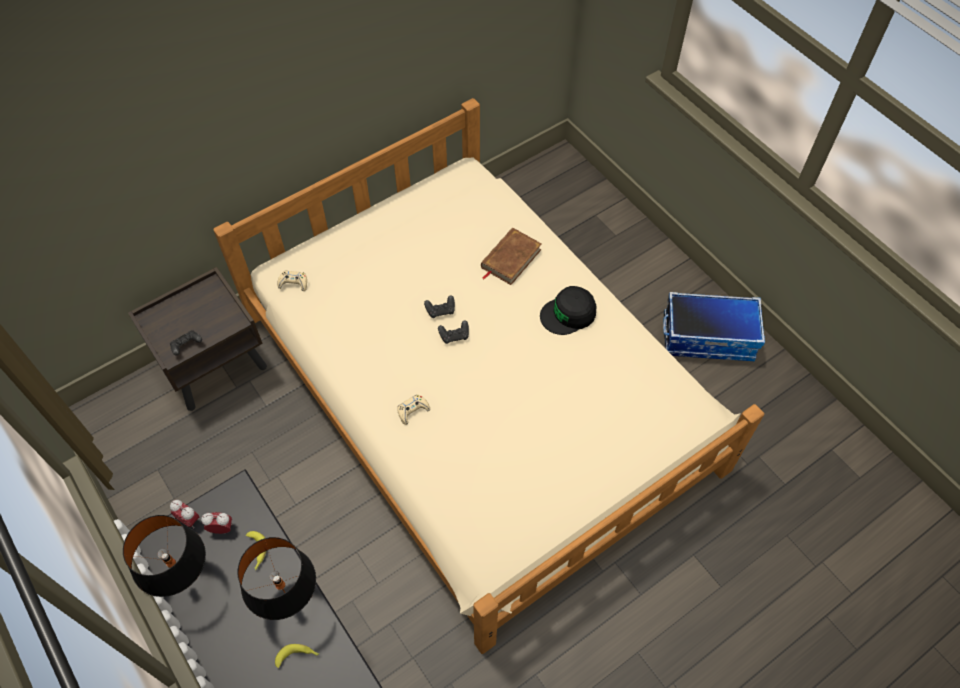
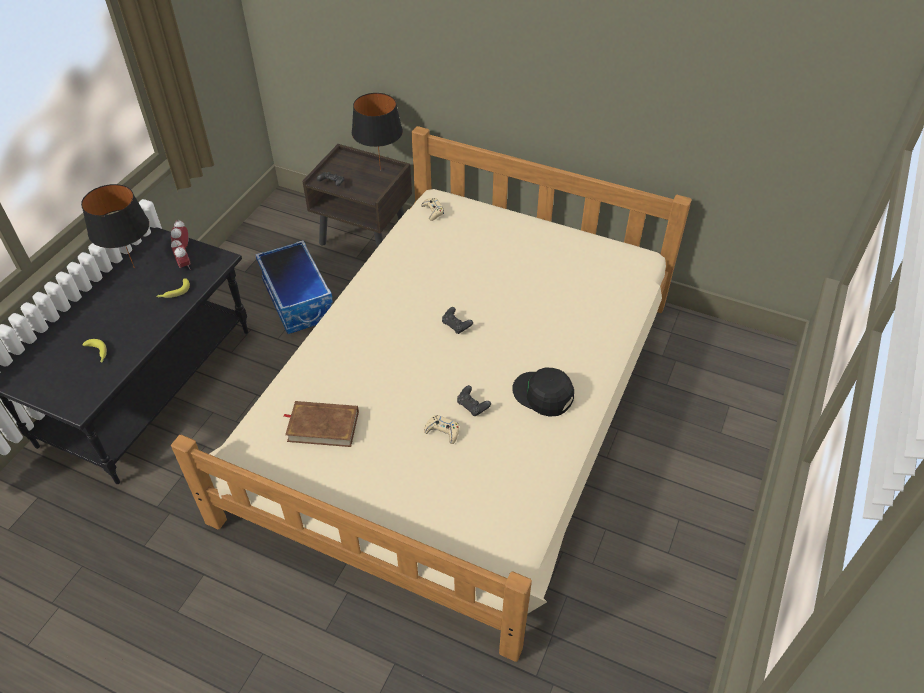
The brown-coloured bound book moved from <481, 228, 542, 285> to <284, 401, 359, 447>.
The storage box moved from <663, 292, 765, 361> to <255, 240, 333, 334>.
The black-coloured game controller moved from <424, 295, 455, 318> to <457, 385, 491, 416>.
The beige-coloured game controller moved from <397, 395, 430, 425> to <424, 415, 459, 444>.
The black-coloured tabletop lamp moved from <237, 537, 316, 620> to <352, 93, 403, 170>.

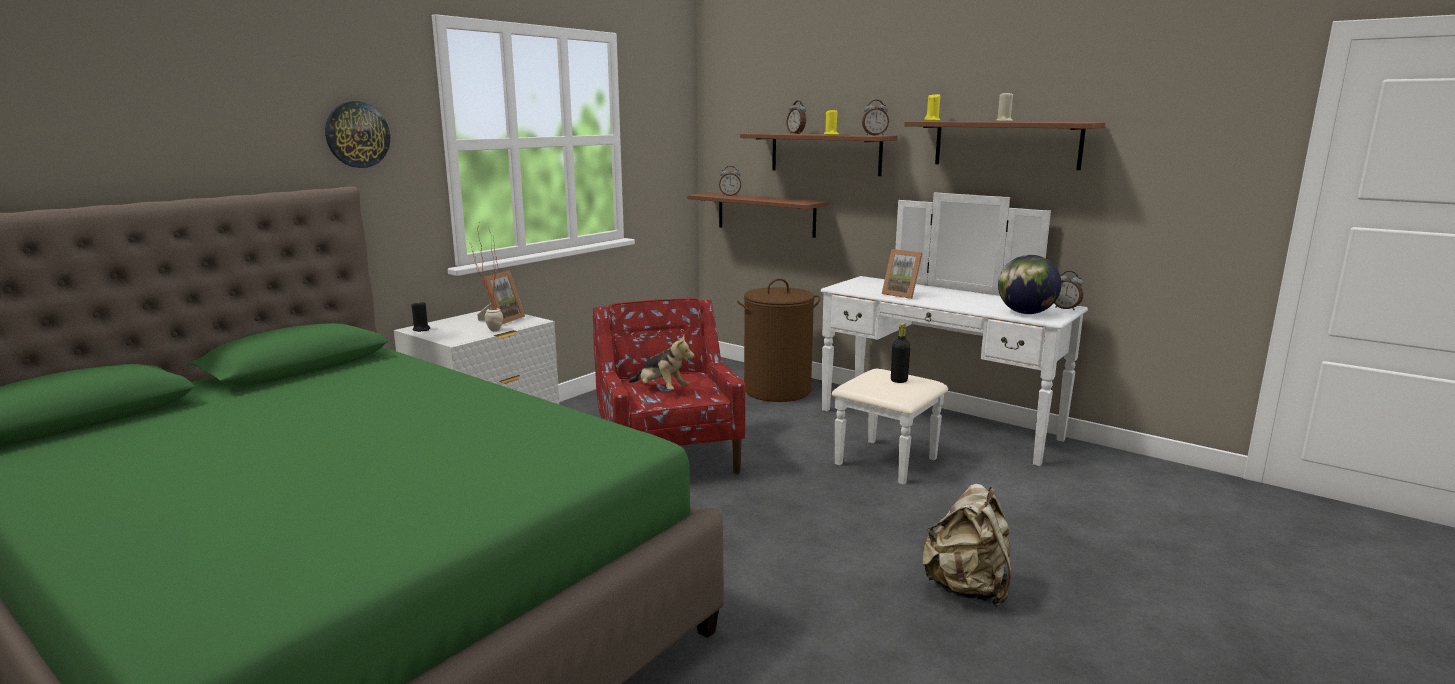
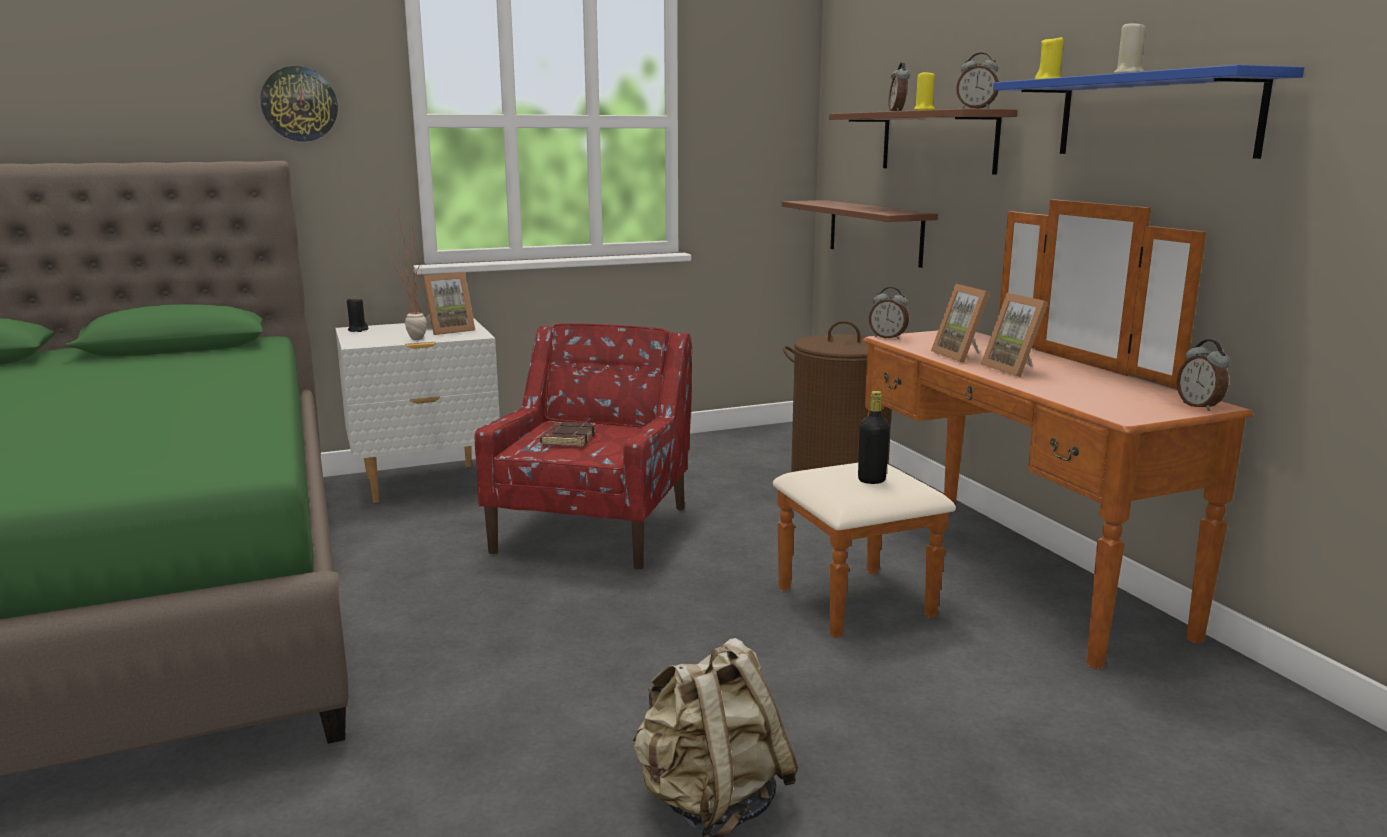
The brown-coloured shelf at <904, 121, 1105, 170> became the blue shelf at <993, 65, 1304, 159>.
The table clock moved from <719, 166, 741, 196> to <869, 287, 909, 340>.
The whitish chest of drawers at <821, 192, 1088, 485> became the brown-coloured chest of drawers at <773, 199, 1253, 669>.
The globe at <998, 255, 1061, 314> disappeared.
The soft toy at <629, 335, 695, 390> was replaced by the brown-coloured bound book at <540, 422, 596, 447>.
The photo frame at <981, 293, 1048, 377> appeared.

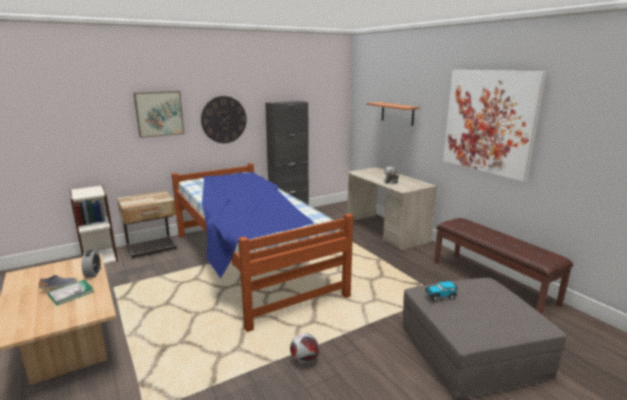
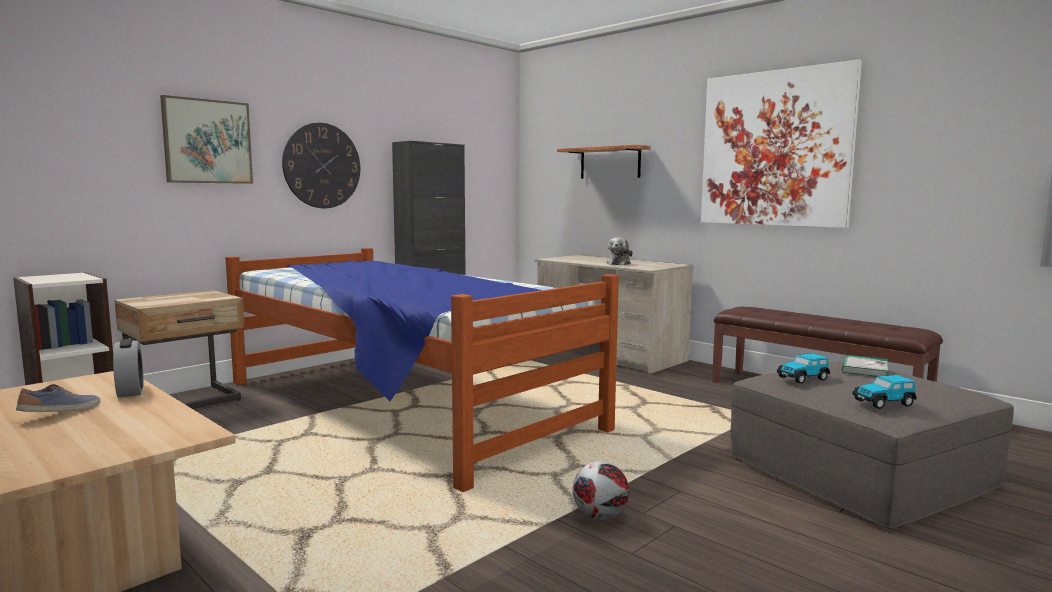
The bound book moved from <48, 280, 94, 306> to <842, 355, 888, 377>.
The miniature car at <852, 375, 917, 409> appeared.

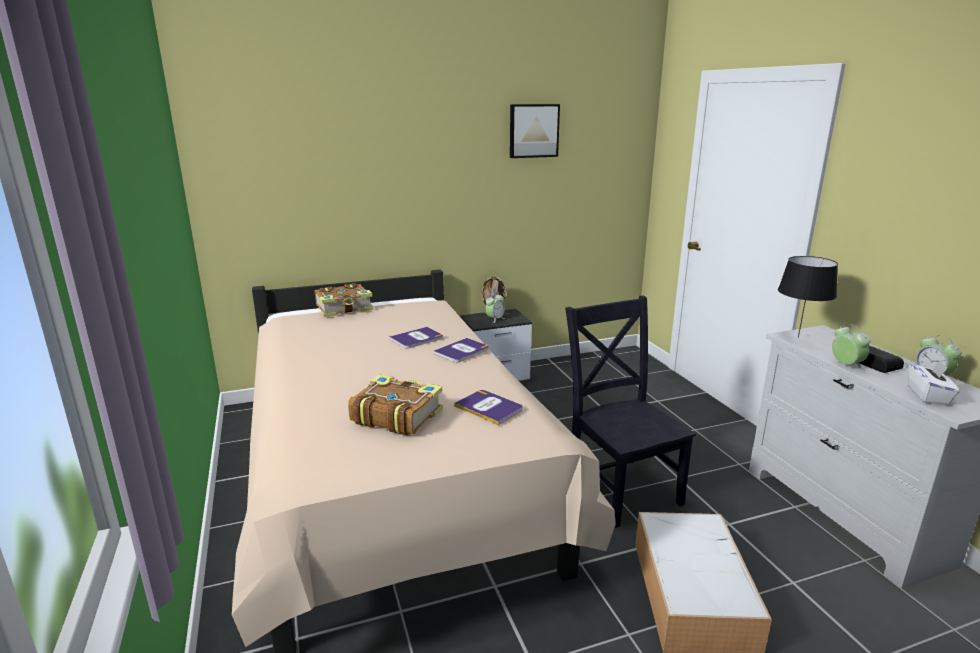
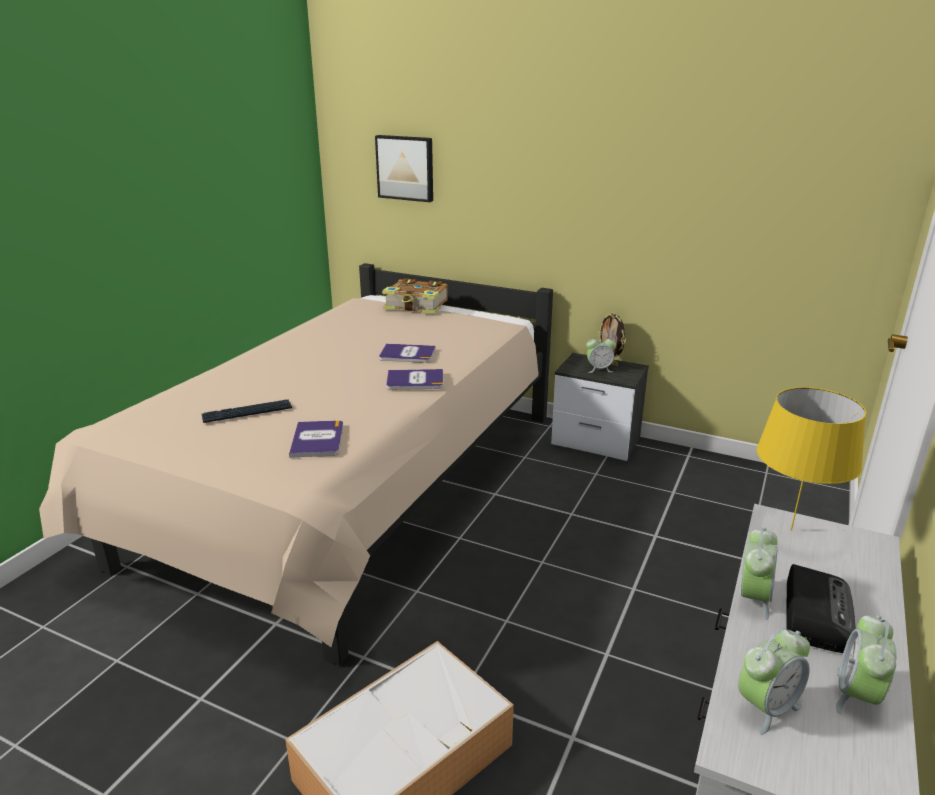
The picture moved from <510, 104, 560, 158> to <375, 135, 433, 202>.
The black-coloured tabletop lamp at <778, 256, 838, 338> became the yellow-coloured tabletop lamp at <756, 387, 866, 531>.
The black-coloured plain chair at <565, 296, 696, 528> disappeared.
The whitish tissue box at <908, 360, 960, 405> was replaced by the table clock at <738, 628, 810, 735>.
The bound book at <348, 374, 443, 435> was replaced by the computer keyboard at <202, 400, 292, 423>.

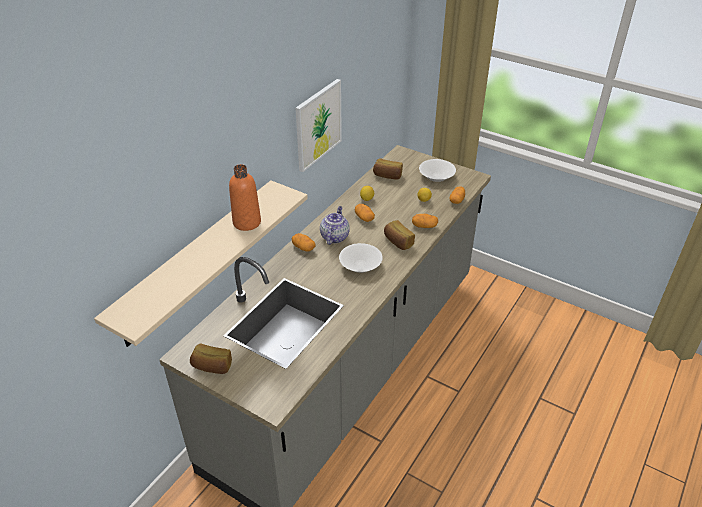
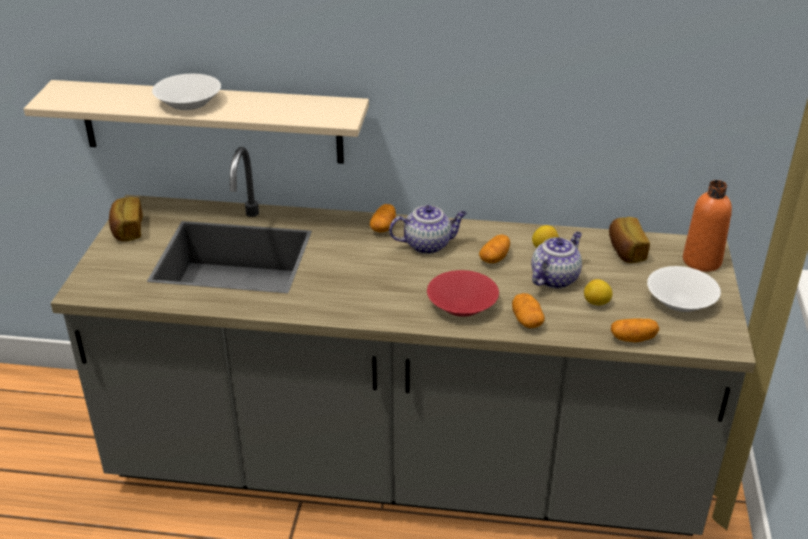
The picture at <296, 79, 342, 172> disappeared.
The orangey bottle moved from <229, 164, 261, 231> to <683, 180, 732, 272>.
The baked bread at <384, 220, 415, 250> was replaced by the reddish deep dish at <427, 270, 499, 317>.
The whitish deep dish moved from <339, 243, 383, 273> to <152, 74, 221, 110>.
The pot for tea at <531, 232, 582, 289> appeared.

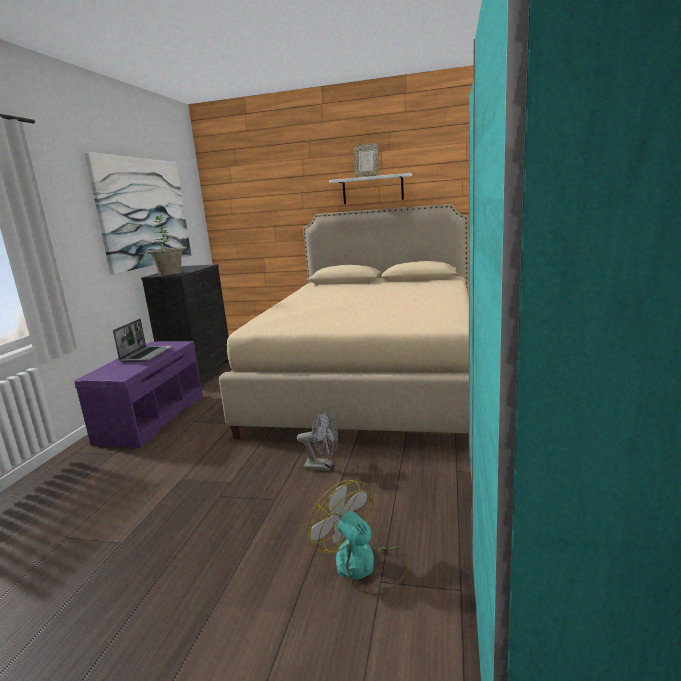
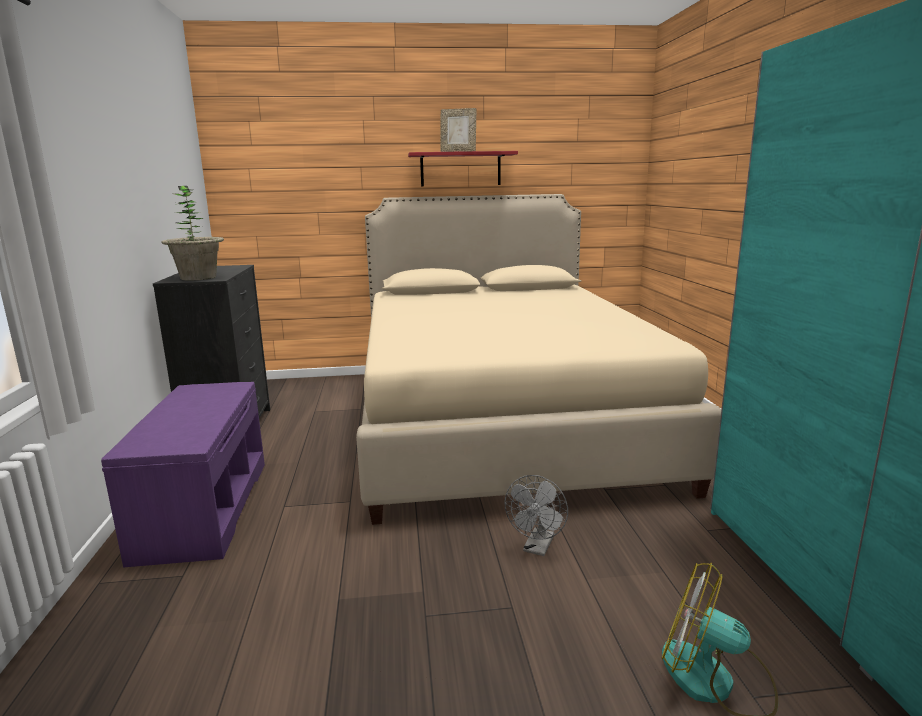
The picture at <84, 152, 192, 275> disappeared.
The whitish shelf at <329, 173, 412, 204> became the reddish shelf at <408, 151, 518, 187>.
The portable computer at <113, 319, 172, 362> disappeared.
The grey cooling fan at <297, 412, 338, 471> turned 120 degrees clockwise.

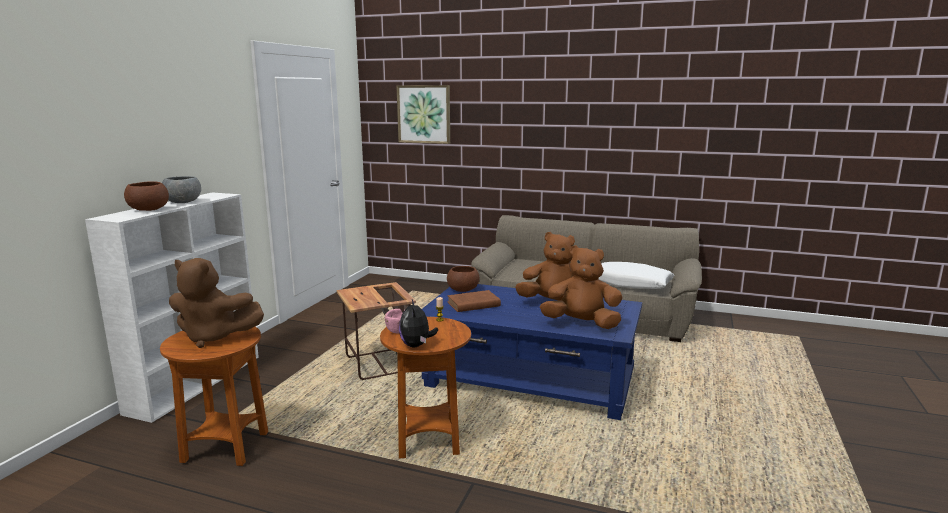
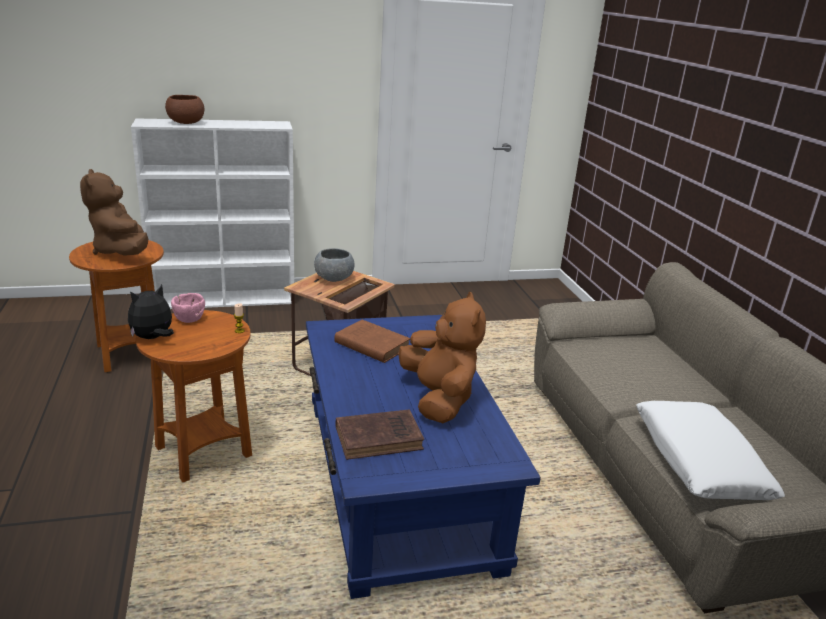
The picture at <396, 85, 450, 144> disappeared.
The grey deep dish moved from <162, 176, 201, 203> to <314, 248, 355, 282>.
The brown-coloured soft toy at <540, 245, 622, 329> was replaced by the brown-coloured bound book at <336, 409, 424, 460>.
The brown-coloured deep dish at <447, 266, 480, 292> disappeared.

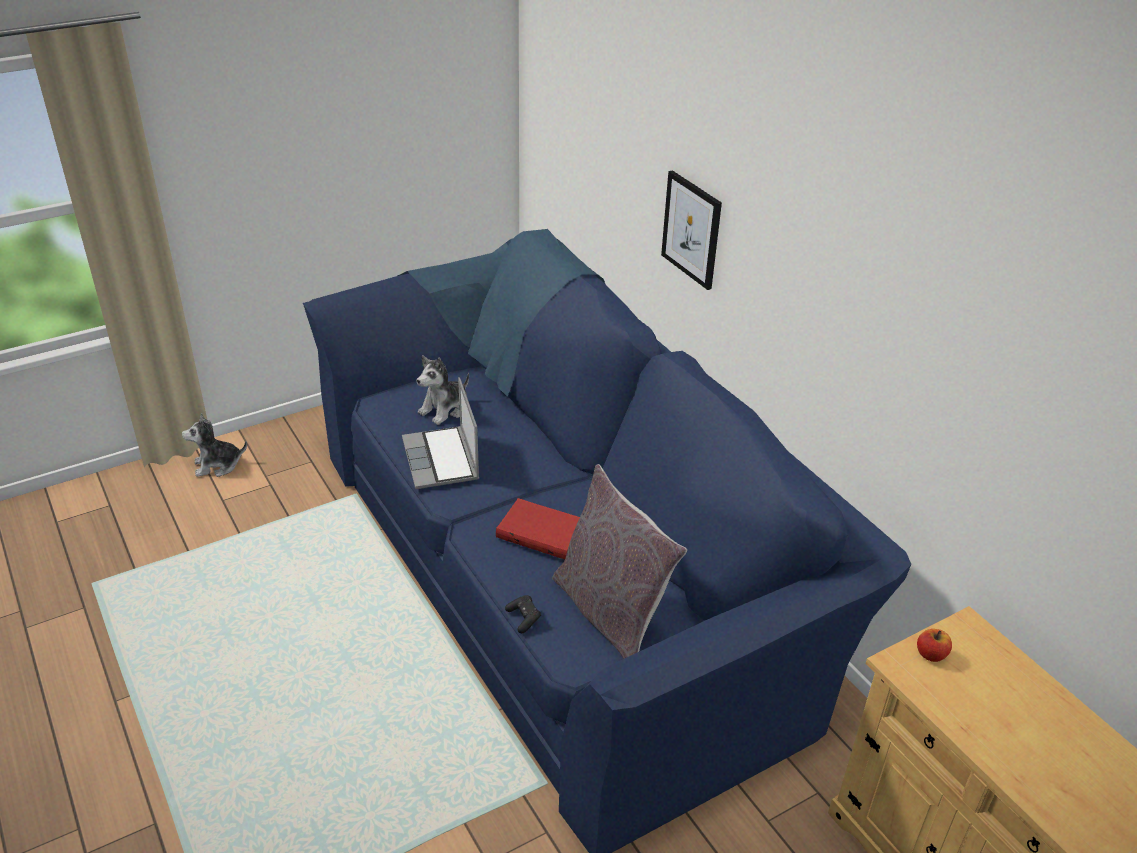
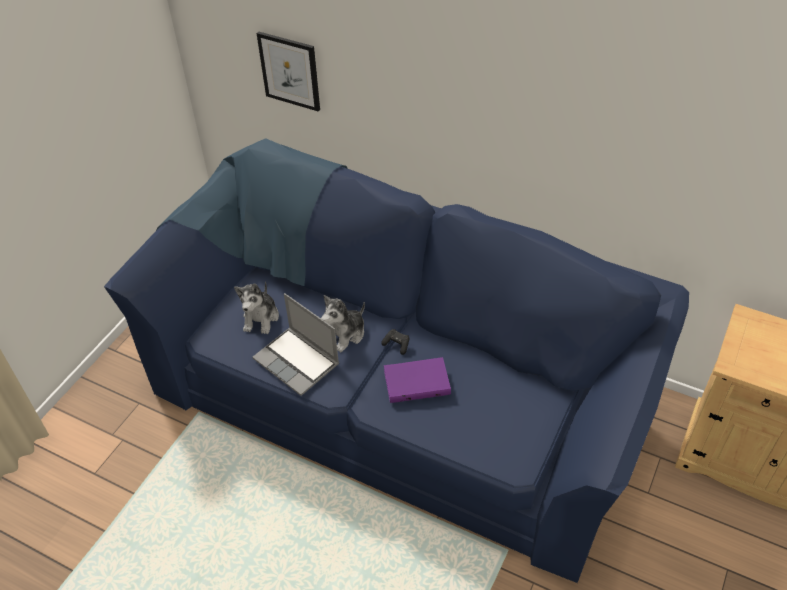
The picture moved from <661, 170, 722, 290> to <257, 31, 320, 112>.
The soft toy moved from <182, 413, 247, 477> to <321, 295, 365, 352>.
The grey cushion at <552, 464, 687, 659> disappeared.
The reddish bound book at <496, 498, 580, 559> became the purple bound book at <384, 357, 451, 403>.
The black-coloured game controller moved from <505, 595, 541, 633> to <381, 329, 410, 355>.
The apple at <917, 629, 952, 662> disappeared.

